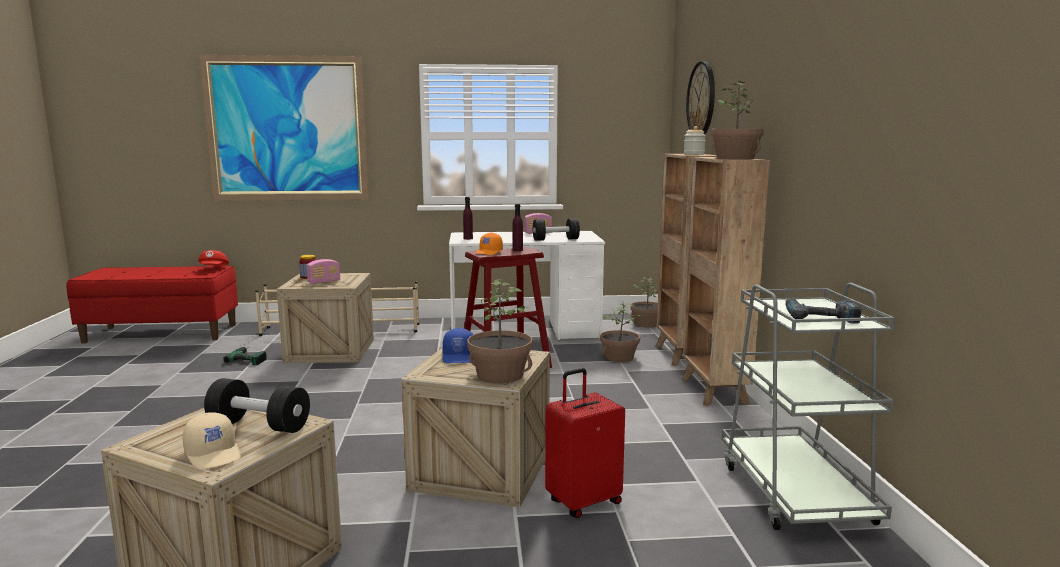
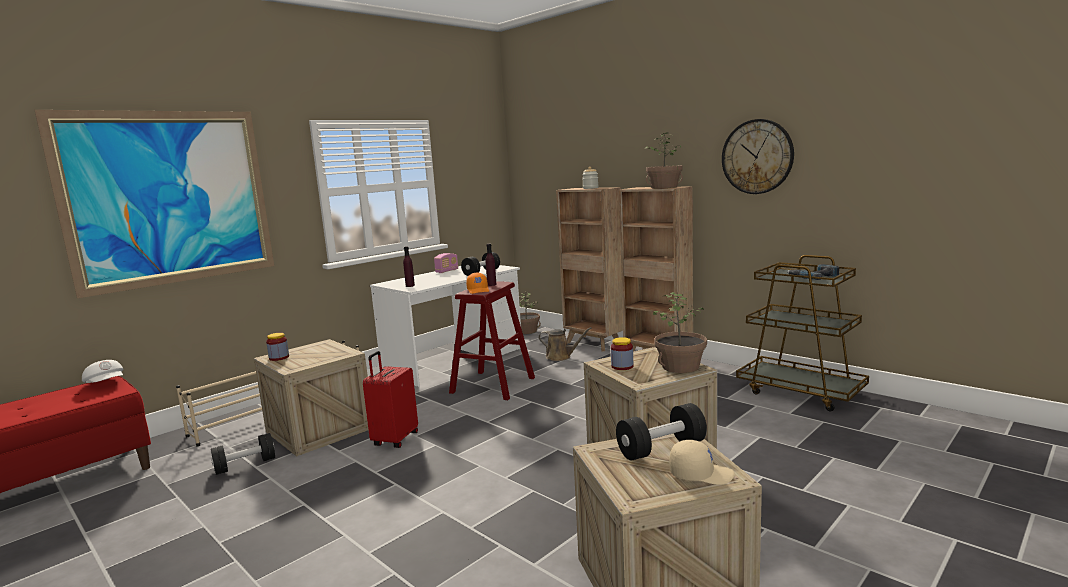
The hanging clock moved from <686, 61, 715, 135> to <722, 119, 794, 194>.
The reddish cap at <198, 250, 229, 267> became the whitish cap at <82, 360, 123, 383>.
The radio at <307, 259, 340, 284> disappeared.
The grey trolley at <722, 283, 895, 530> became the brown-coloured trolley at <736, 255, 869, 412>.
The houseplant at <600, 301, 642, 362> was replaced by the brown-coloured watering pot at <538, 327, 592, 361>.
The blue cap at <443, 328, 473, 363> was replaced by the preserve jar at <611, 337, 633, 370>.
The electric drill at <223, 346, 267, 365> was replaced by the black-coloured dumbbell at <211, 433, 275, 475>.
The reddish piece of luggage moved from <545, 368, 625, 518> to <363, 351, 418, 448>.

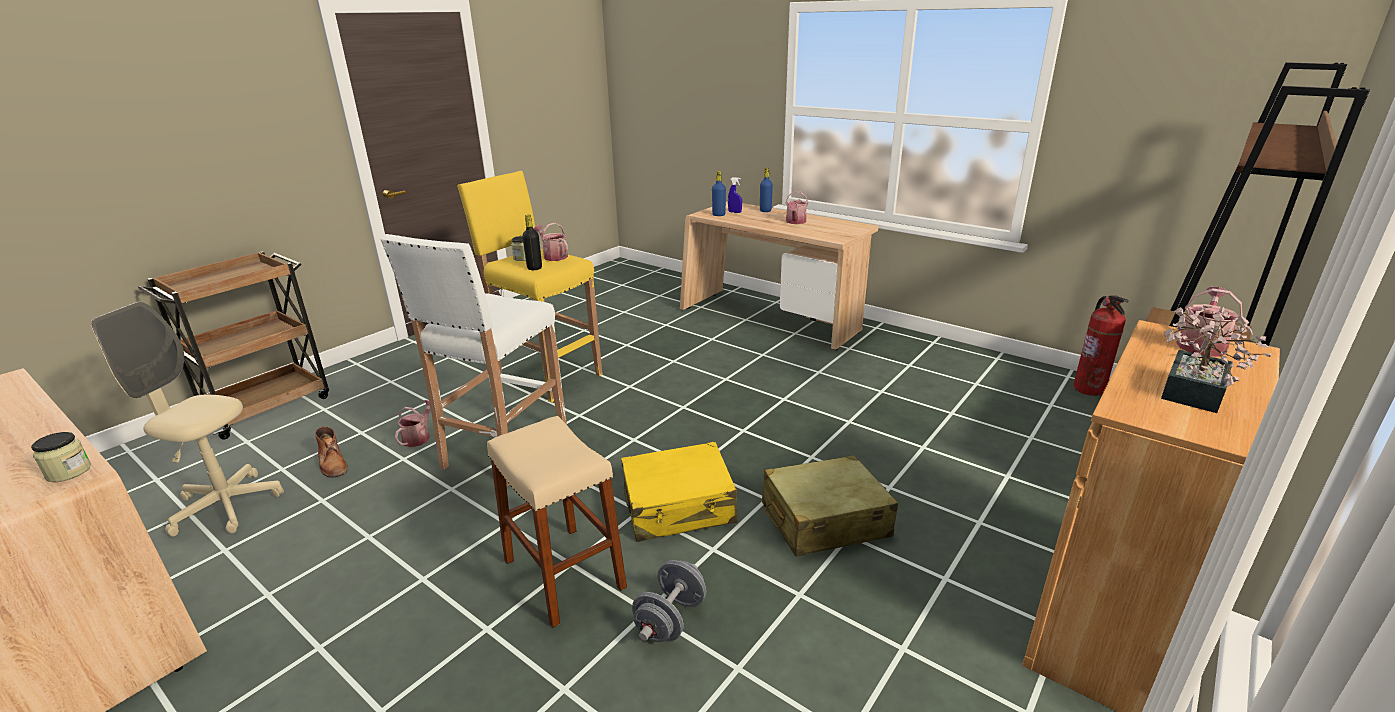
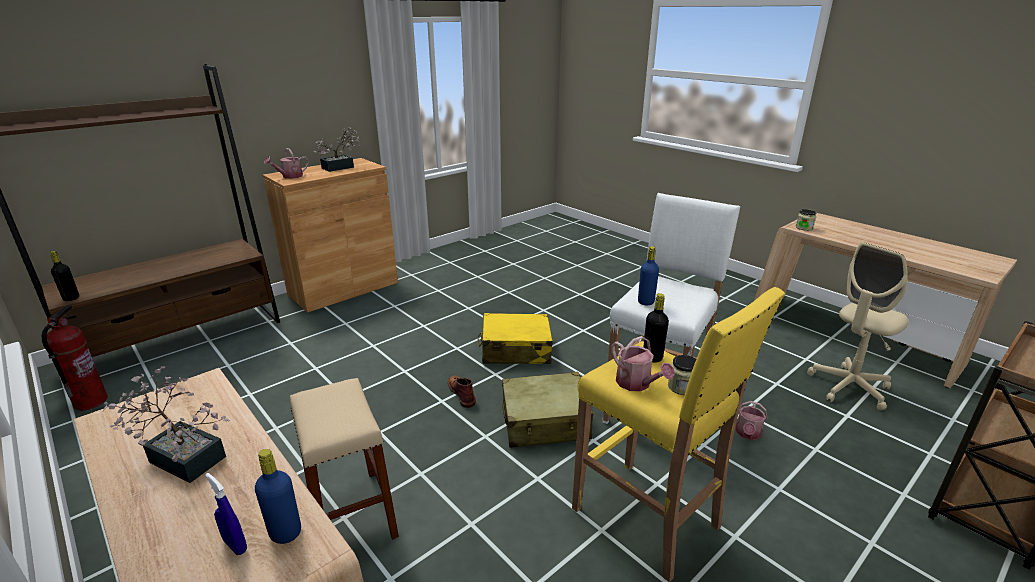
The blue bottle moved from <760, 168, 773, 212> to <638, 246, 659, 305>.
The watering pot at <785, 191, 808, 224> was replaced by the houseplant at <103, 366, 230, 483>.
The beige-coloured computer chair at <91, 302, 284, 537> turned 120 degrees clockwise.
The beige-coloured stool moved from <487, 416, 627, 628> to <290, 378, 399, 540>.
The brown-coloured boot moved from <315, 426, 348, 478> to <448, 375, 476, 408>.
The beige-coloured piece of luggage moved from <762, 455, 898, 557> to <502, 372, 594, 448>.
The grey dumbbell at <632, 560, 706, 642> disappeared.
The black-coloured bottle at <50, 251, 79, 301> appeared.

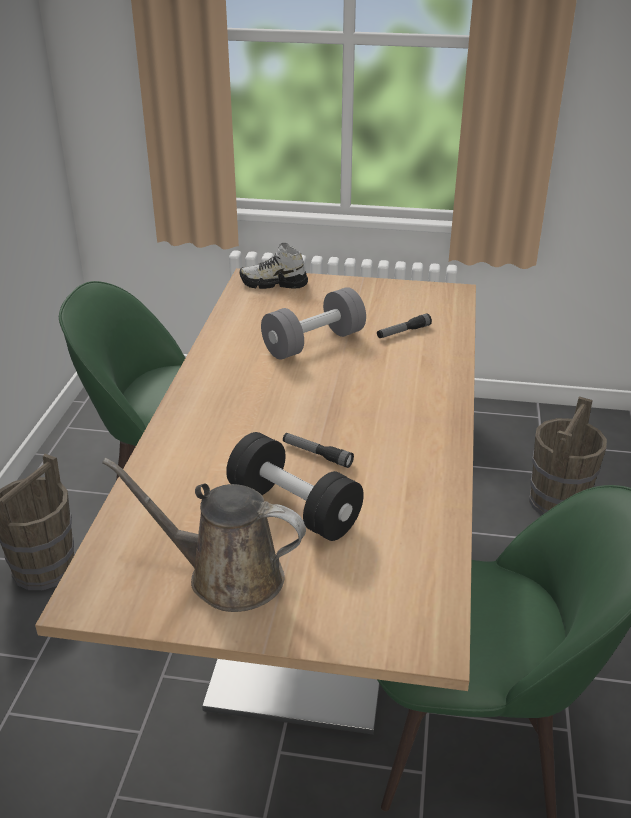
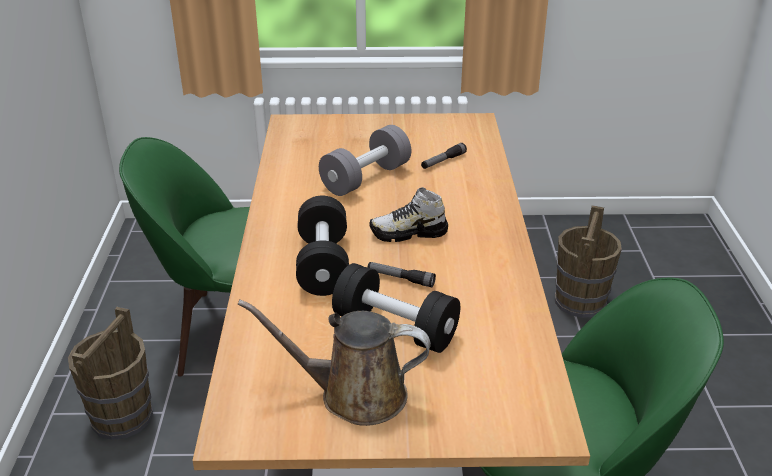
The shoe moved from <239, 243, 308, 289> to <369, 187, 448, 242>.
The black-coloured dumbbell at <296, 196, 349, 296> appeared.

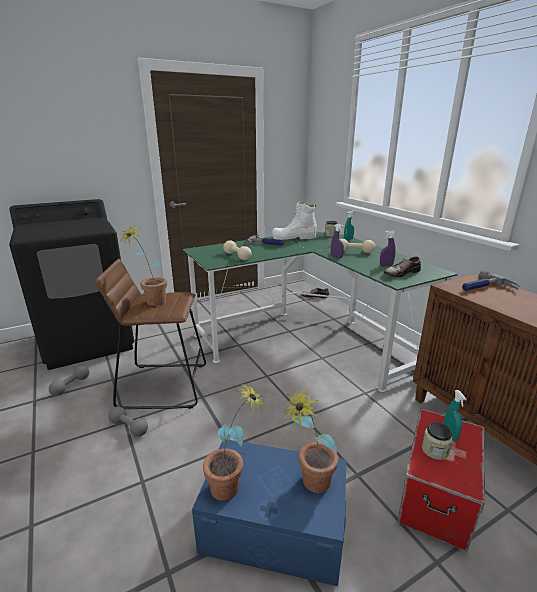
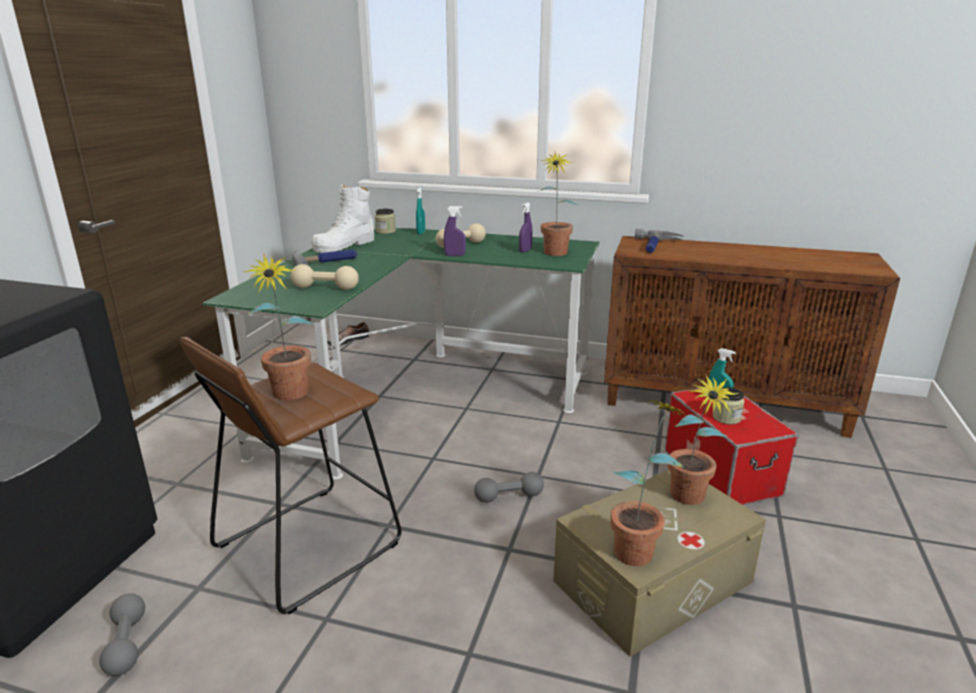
The shoe at <384, 256, 421, 278> was replaced by the houseplant at <540, 151, 578, 256>.
The grey dumbbell moved from <108, 406, 148, 437> to <474, 472, 544, 503>.
The blue storage box at <192, 440, 347, 586> became the beige-coloured storage box at <553, 470, 766, 657>.

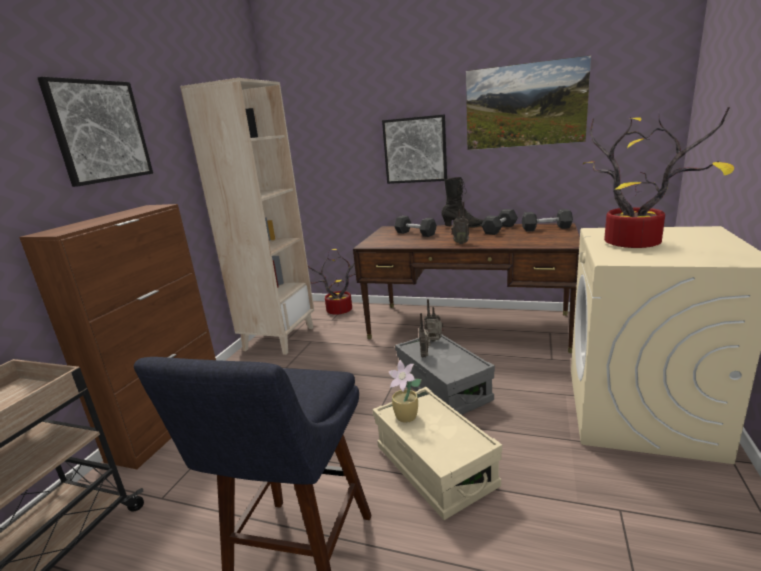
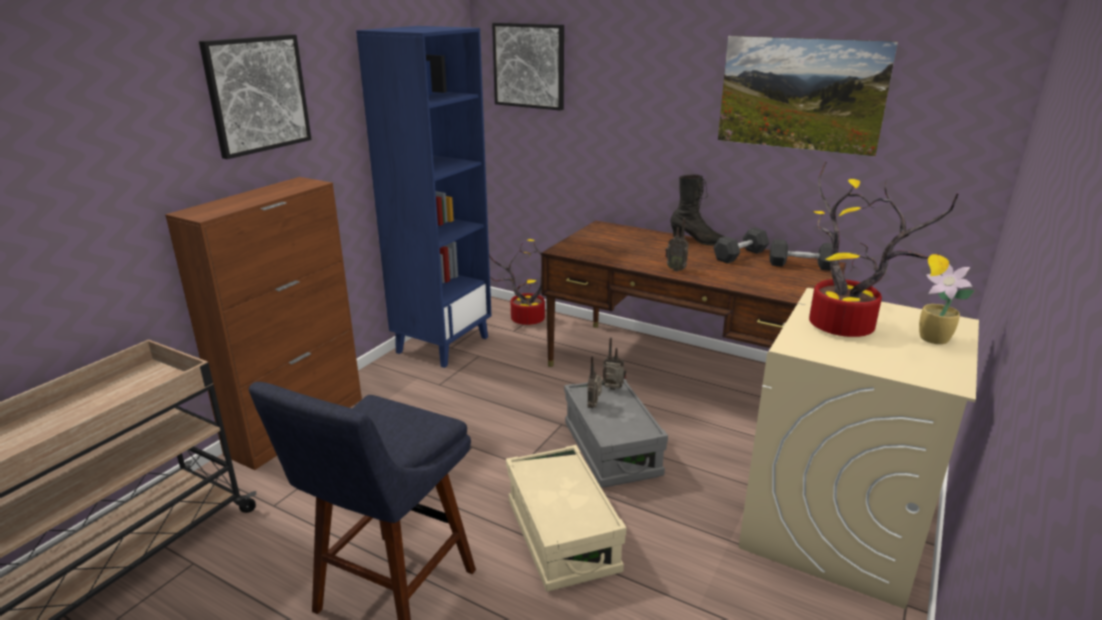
The beige-coloured shelving unit at <180, 78, 314, 355> became the blue shelving unit at <356, 26, 491, 368>.
The picture moved from <382, 114, 447, 184> to <492, 23, 564, 111>.
The grey dumbbell at <394, 216, 437, 237> disappeared.
The houseplant moved from <389, 360, 422, 423> to <919, 264, 975, 344>.

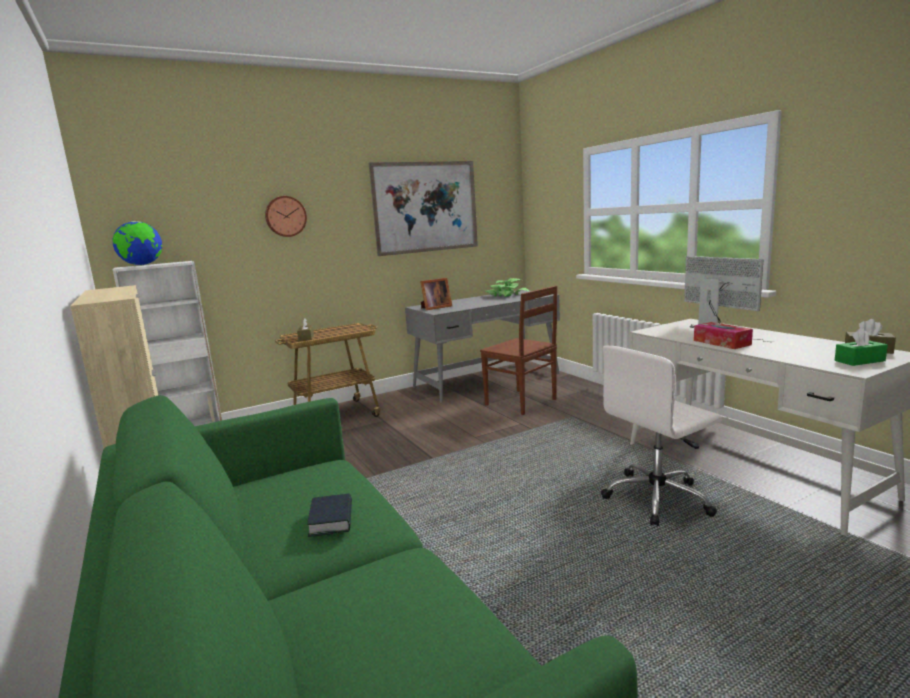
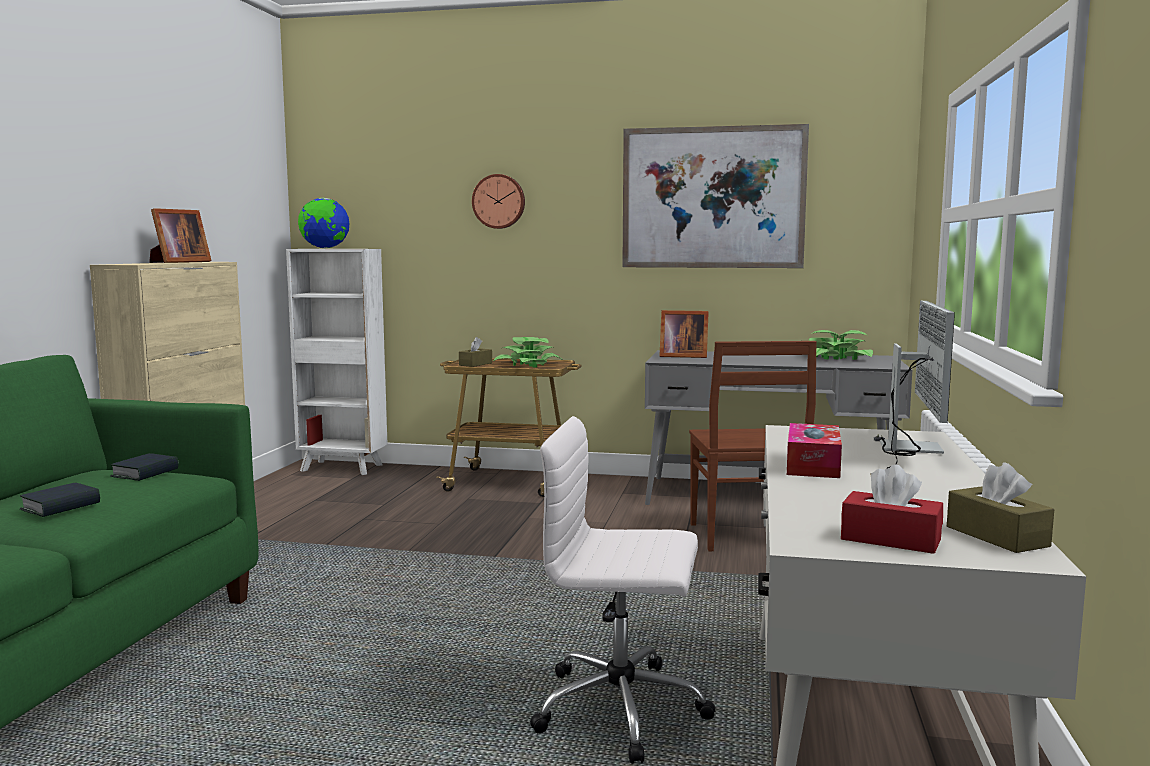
The greenish tissue box at <835, 328, 888, 366> became the reddish tissue box at <841, 464, 943, 554>.
The photo frame at <149, 208, 212, 263> appeared.
The houseplant at <493, 337, 561, 368> appeared.
The bound book at <110, 453, 179, 481> appeared.

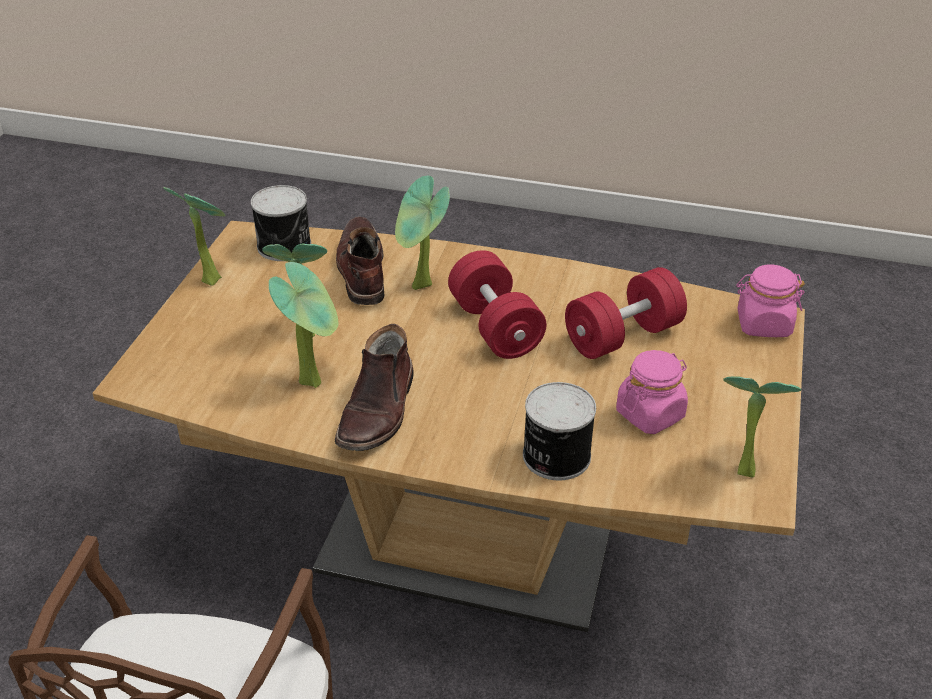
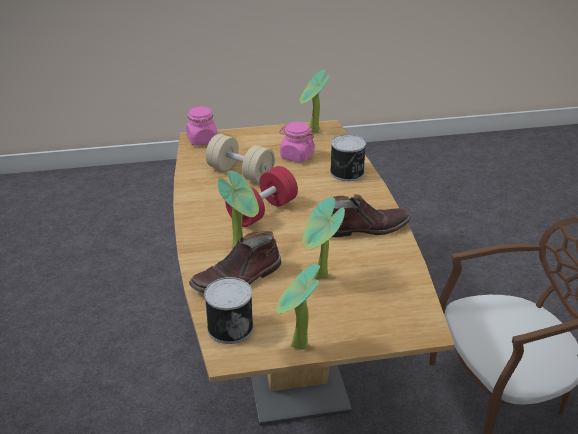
The houseplant at <269, 262, 338, 388> disappeared.
The reddish dumbbell at <565, 267, 687, 359> became the beige-coloured dumbbell at <206, 134, 275, 183>.

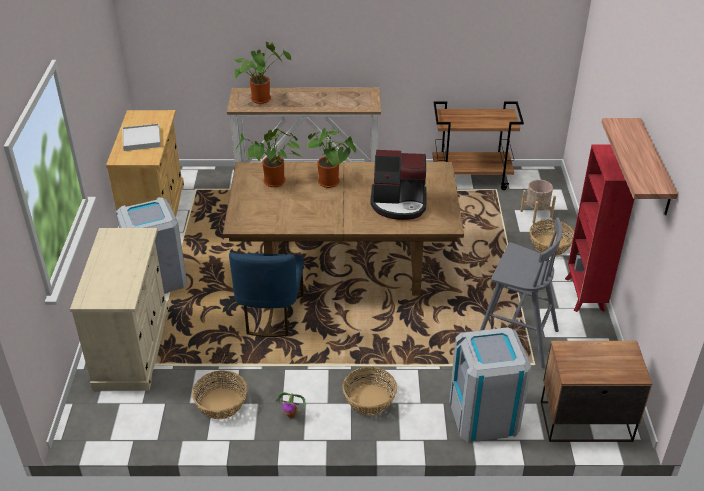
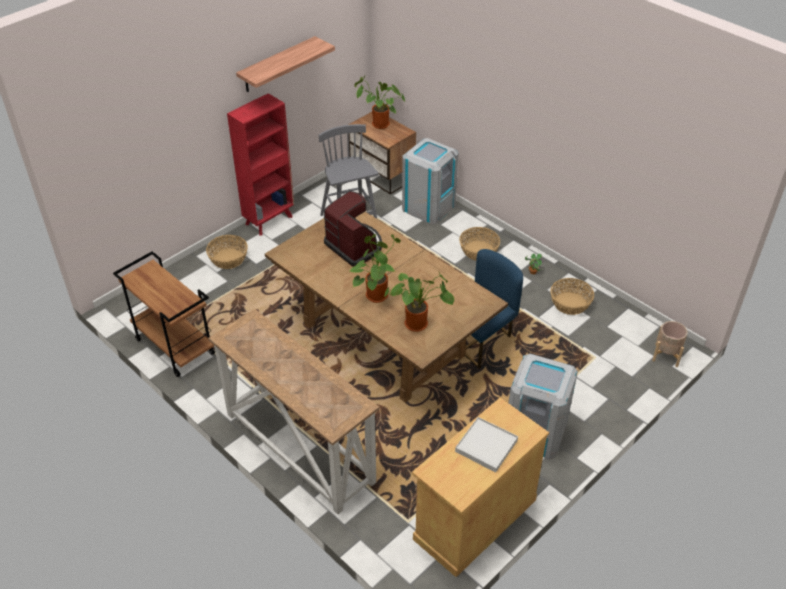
The houseplant moved from <233, 42, 292, 104> to <354, 75, 405, 129>.
The beige-coloured plant pot moved from <520, 180, 556, 223> to <652, 321, 688, 367>.
The beige-coloured cupboard at <70, 228, 169, 391> disappeared.

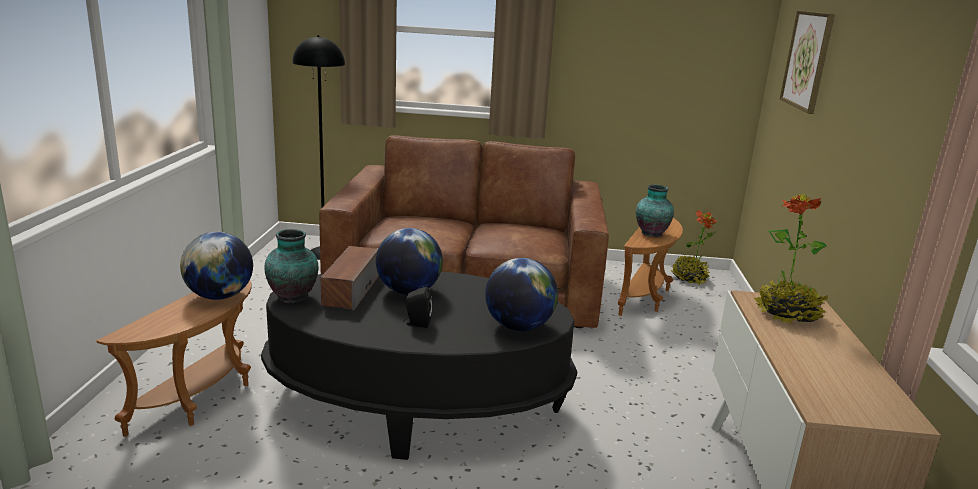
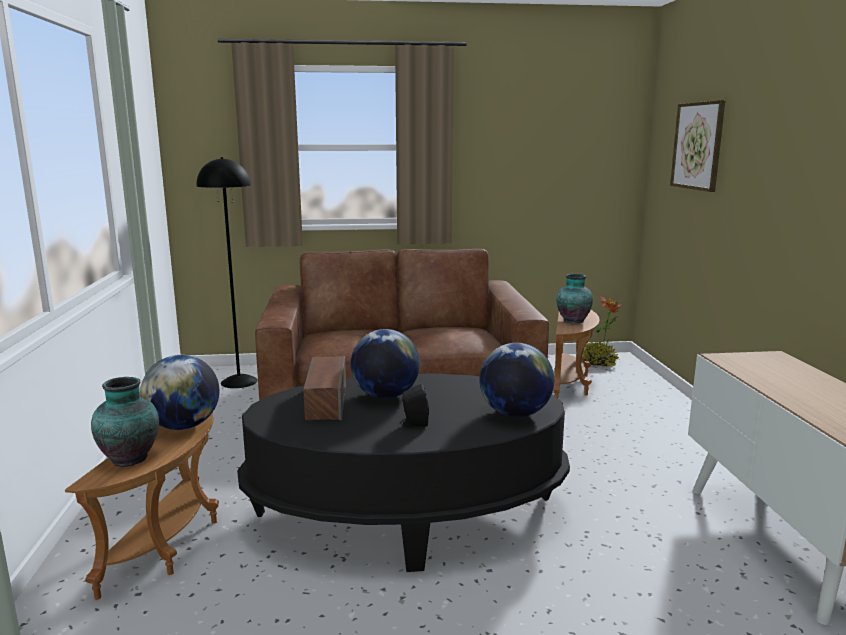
The houseplant at <754, 193, 828, 325> disappeared.
The decorative vase moved from <265, 229, 319, 304> to <91, 377, 159, 467>.

